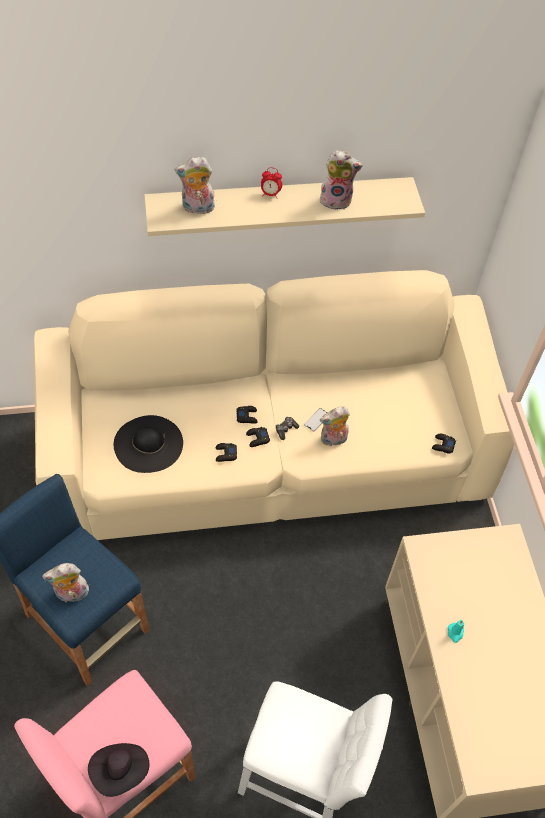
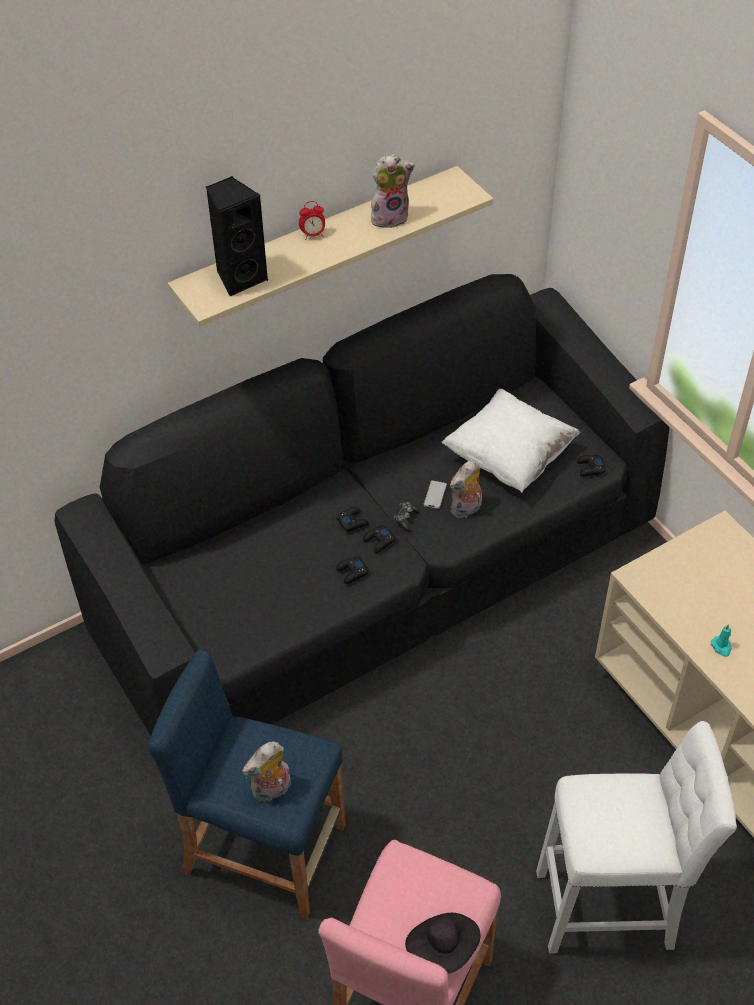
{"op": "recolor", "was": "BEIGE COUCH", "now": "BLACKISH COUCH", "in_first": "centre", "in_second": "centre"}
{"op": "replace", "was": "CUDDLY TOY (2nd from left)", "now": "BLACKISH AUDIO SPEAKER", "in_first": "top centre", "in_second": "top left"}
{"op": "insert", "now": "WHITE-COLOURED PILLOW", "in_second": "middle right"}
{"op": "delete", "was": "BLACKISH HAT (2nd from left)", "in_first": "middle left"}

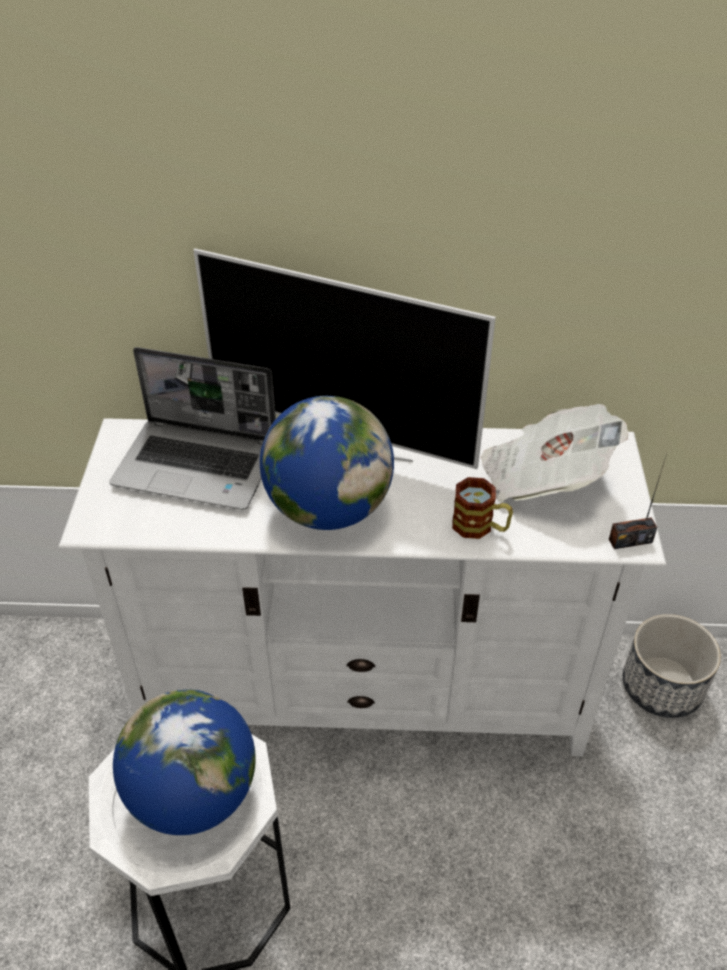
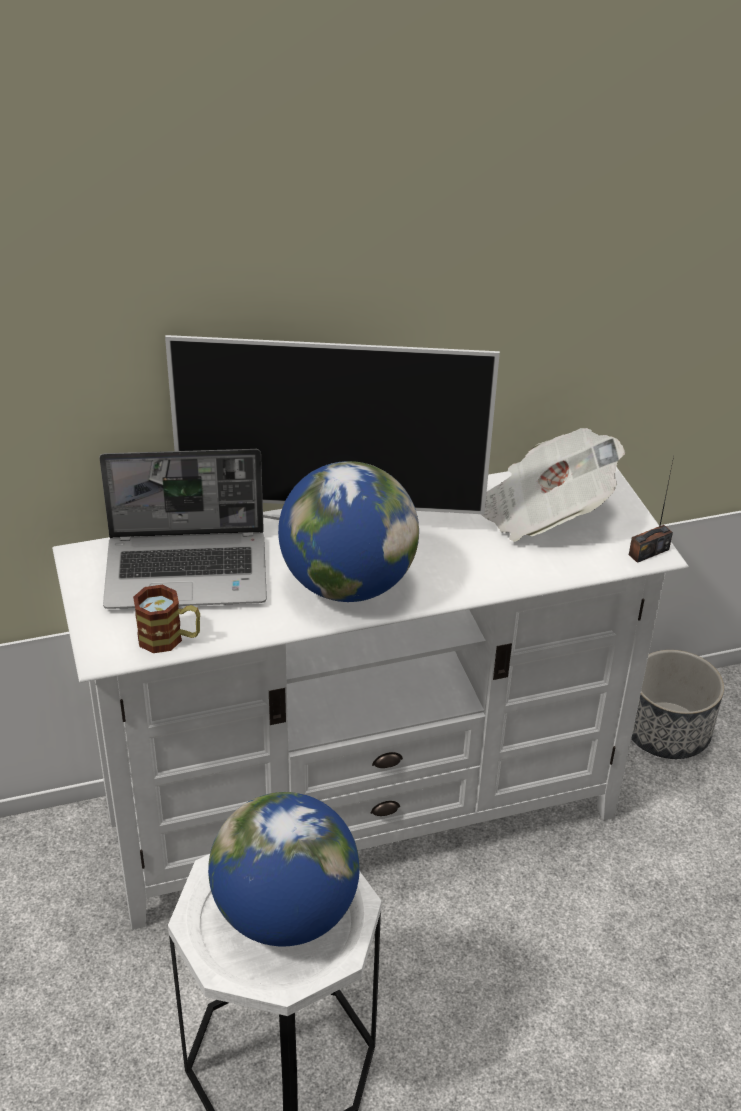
{"op": "move", "was": "COFFEE MUG", "in_first": "centre", "in_second": "middle left"}

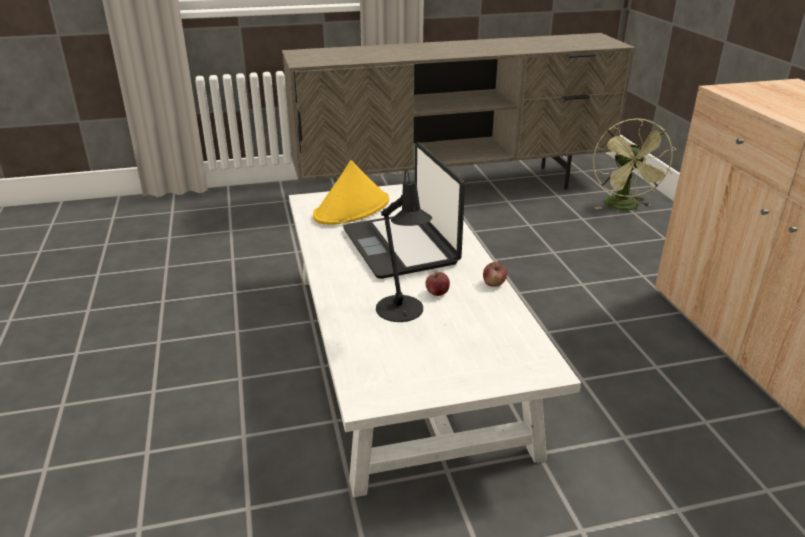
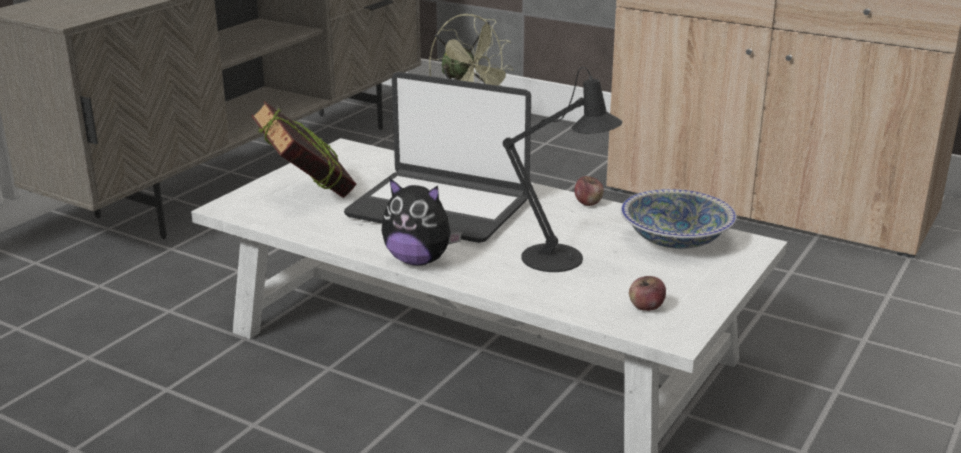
{"op": "replace", "was": "YELLOW HAT", "now": "VOLUME", "in_first": "centre", "in_second": "top left"}
{"op": "insert", "now": "CUDDLY TOY", "in_second": "centre"}
{"op": "insert", "now": "BOWL", "in_second": "middle right"}
{"op": "move", "was": "APPLE FRUIT (1st from left in the first image)", "now": "APPLE FRUIT (2nd from left)", "in_first": "centre", "in_second": "middle right"}

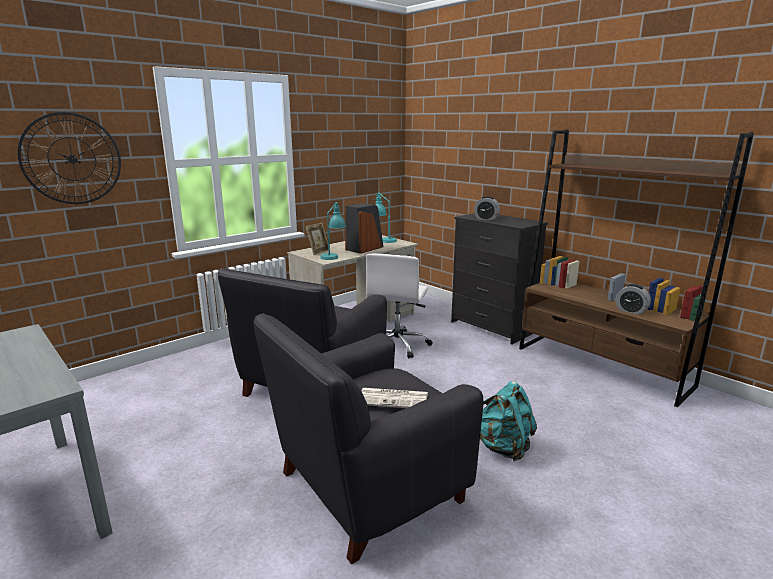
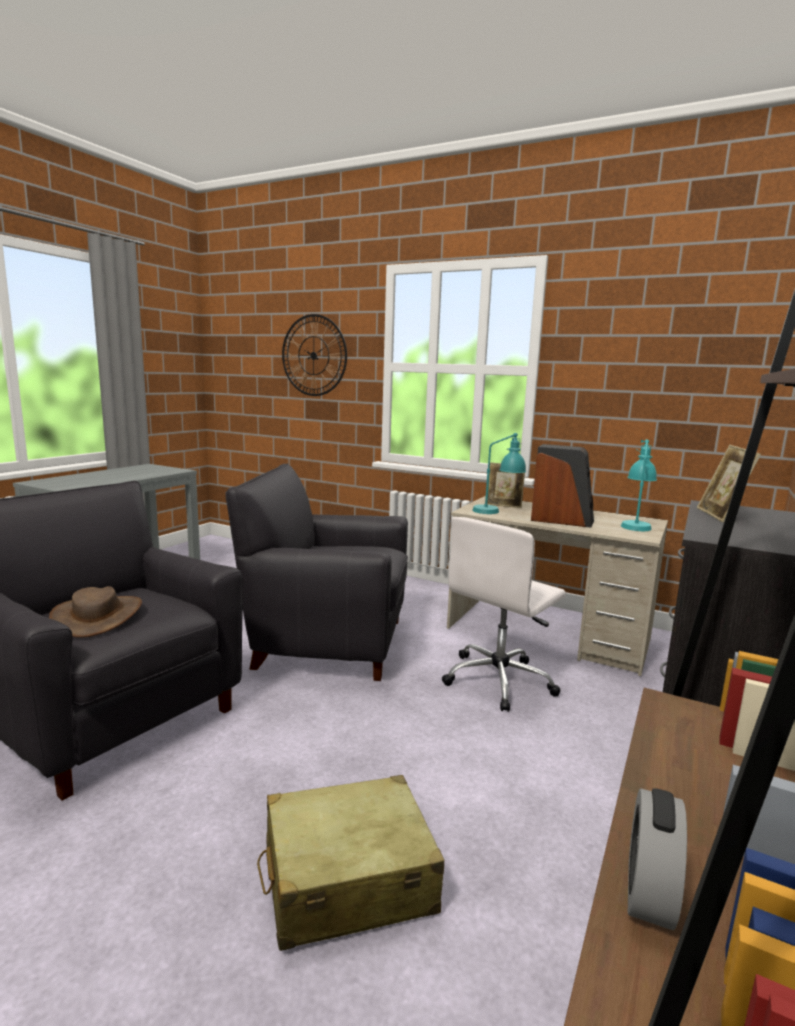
{"op": "replace", "was": "PRINTED PAPER", "now": "BROWNISH HAT", "in_first": "bottom centre", "in_second": "middle left"}
{"op": "insert", "now": "BEIGE TRAVEL CASE", "in_second": "bottom centre"}
{"op": "rotate", "was": "WHITE-COLOURED COMPUTER CHAIR", "in_first": "centre", "in_second": "centre", "clockwise": -45}
{"op": "replace", "was": "TABLE CLOCK (1st from left)", "now": "STANDING FRAME (2nd from left)", "in_first": "centre", "in_second": "middle right"}
{"op": "delete", "was": "TURQUOISE RUCKSACK", "in_first": "bottom centre"}

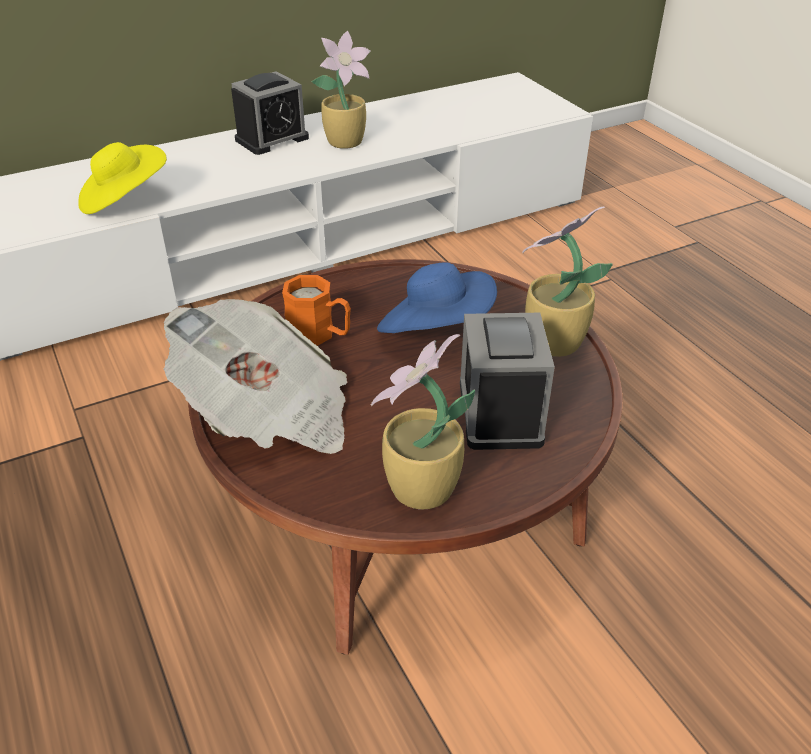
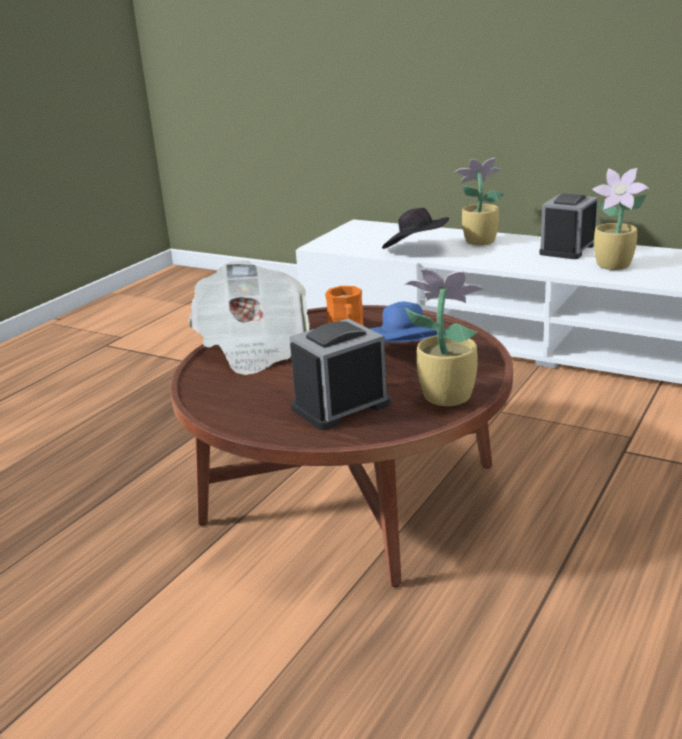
{"op": "recolor", "was": "YELLOW HAT", "now": "BLACKISH HAT", "in_first": "top left", "in_second": "top centre"}
{"op": "move", "was": "POTTED PLANT (2nd from left)", "in_first": "centre", "in_second": "top right"}
{"op": "rotate", "was": "TABLE CLOCK (1st from left in the first image)", "in_first": "top left", "in_second": "top right", "clockwise": 105}

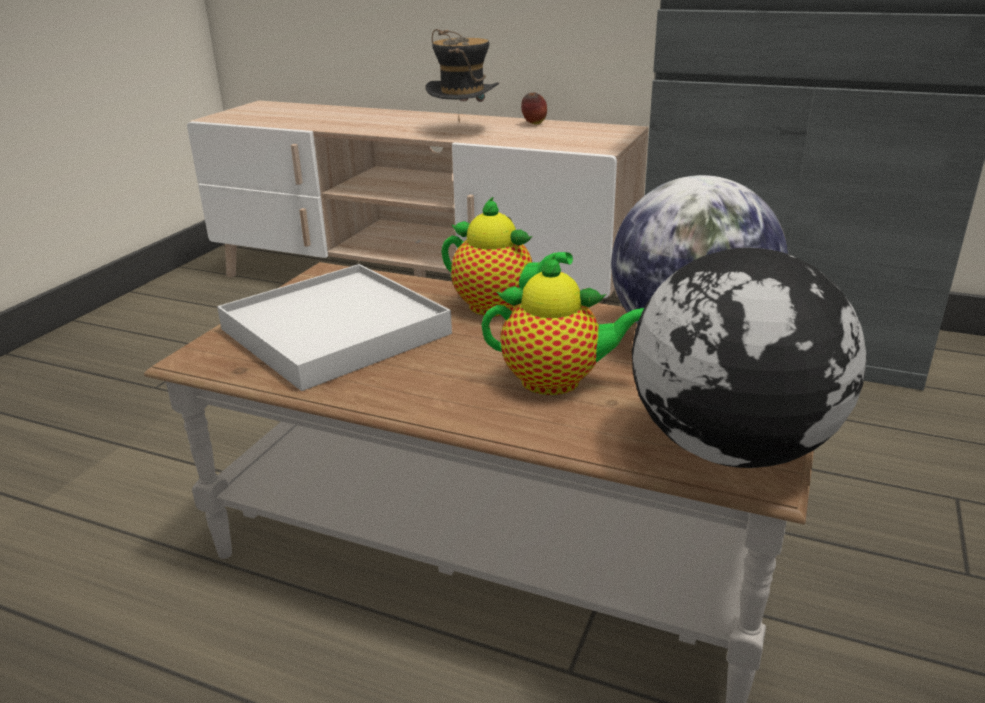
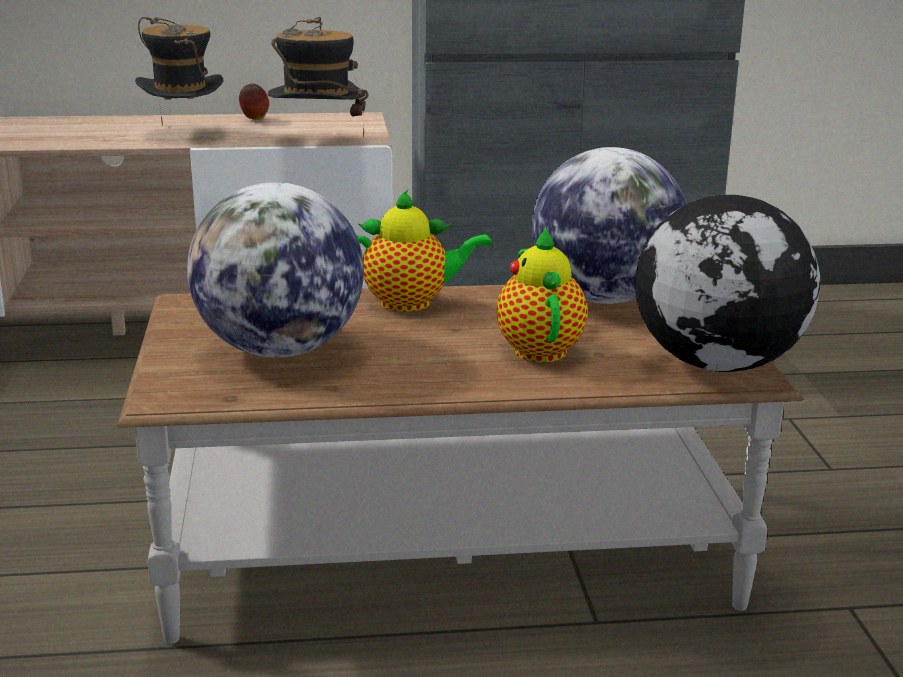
{"op": "replace", "was": "WHITE-COLOURED SERVING TRAY", "now": "WORLD GLOBE (1st from left)", "in_first": "centre", "in_second": "middle left"}
{"op": "insert", "now": "HAT (2nd from left)", "in_second": "top centre"}
{"op": "rotate", "was": "POT FOR TEA (2nd from left)", "in_first": "centre", "in_second": "centre", "clockwise": -75}

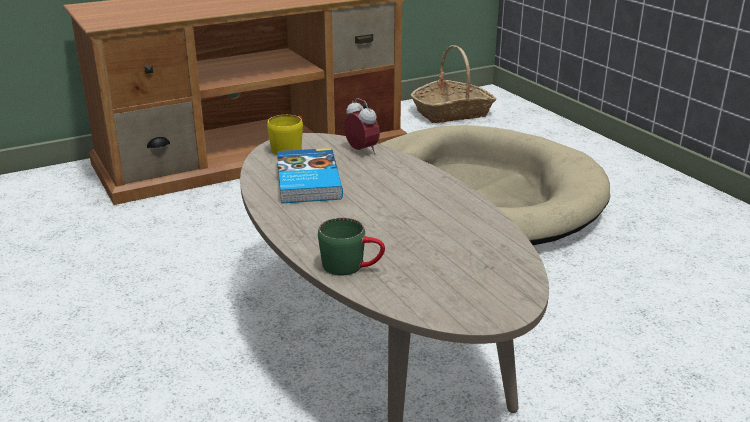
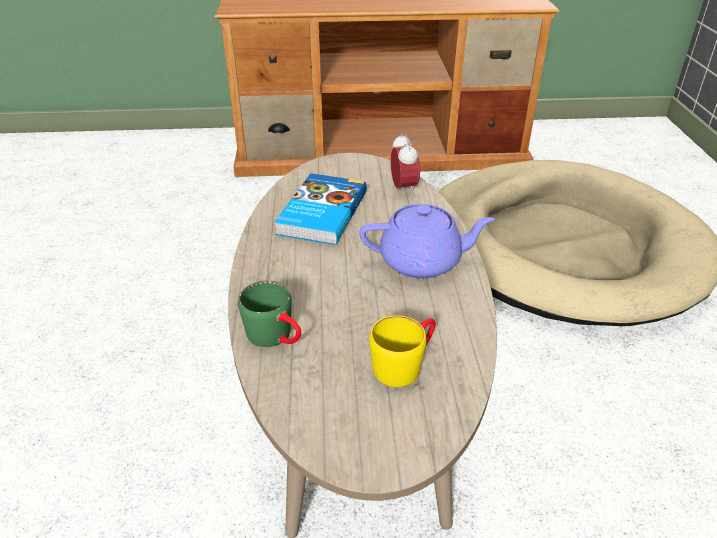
{"op": "insert", "now": "PURPLISH POT FOR TEA", "in_second": "centre"}
{"op": "move", "was": "YELLOW COFFEE MUG", "in_first": "top centre", "in_second": "centre"}
{"op": "delete", "was": "HOUSEHOLD BASKET", "in_first": "top centre"}

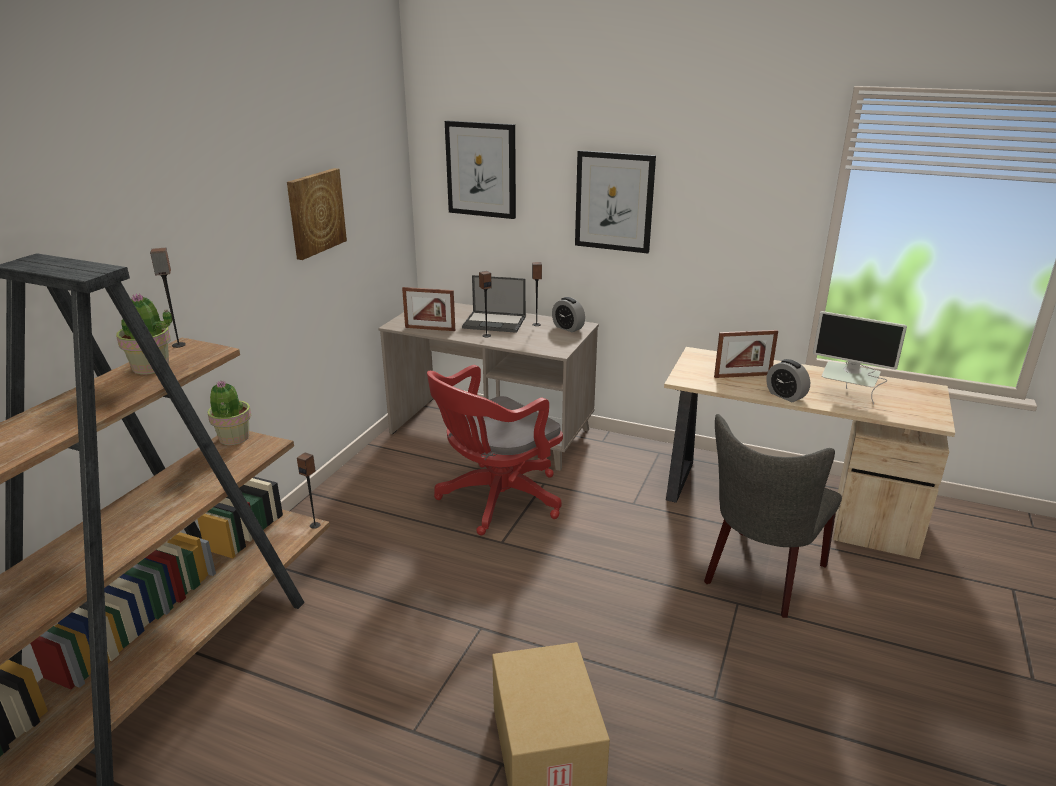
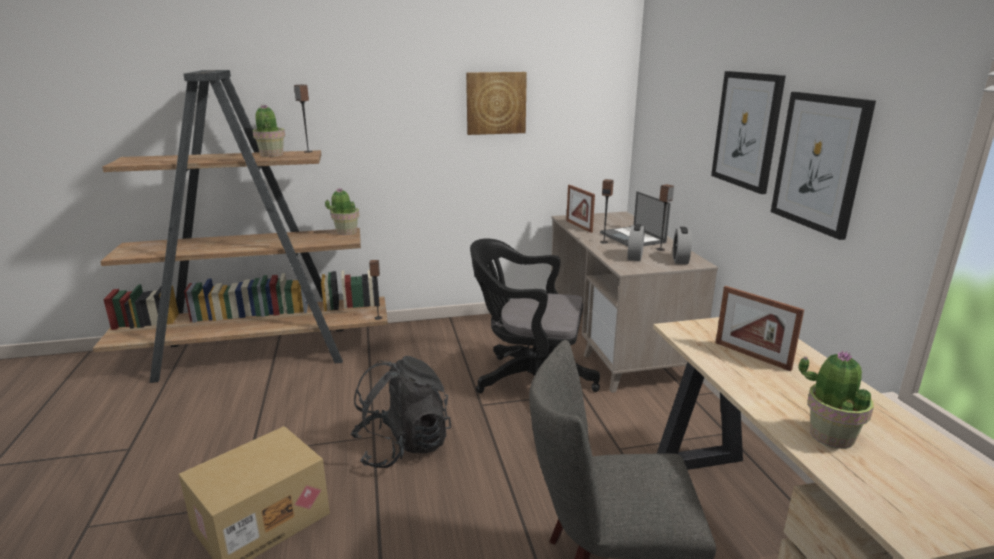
{"op": "insert", "now": "BLACKISH RUCKSACK", "in_second": "bottom centre"}
{"op": "recolor", "was": "RED-COLOURED COMPUTER CHAIR", "now": "BLACKISH COMPUTER CHAIR", "in_first": "centre", "in_second": "centre"}
{"op": "move", "was": "TABLE CLOCK (2nd from left in the first image)", "now": "TABLE CLOCK (1st from left)", "in_first": "middle right", "in_second": "centre"}
{"op": "move", "was": "WALL ART (2nd from left in the first image)", "now": "WALL ART (3rd from left)", "in_first": "top centre", "in_second": "top right"}
{"op": "replace", "was": "MONITOR", "now": "POTTED PLANT (3rd from left)", "in_first": "middle right", "in_second": "bottom right"}

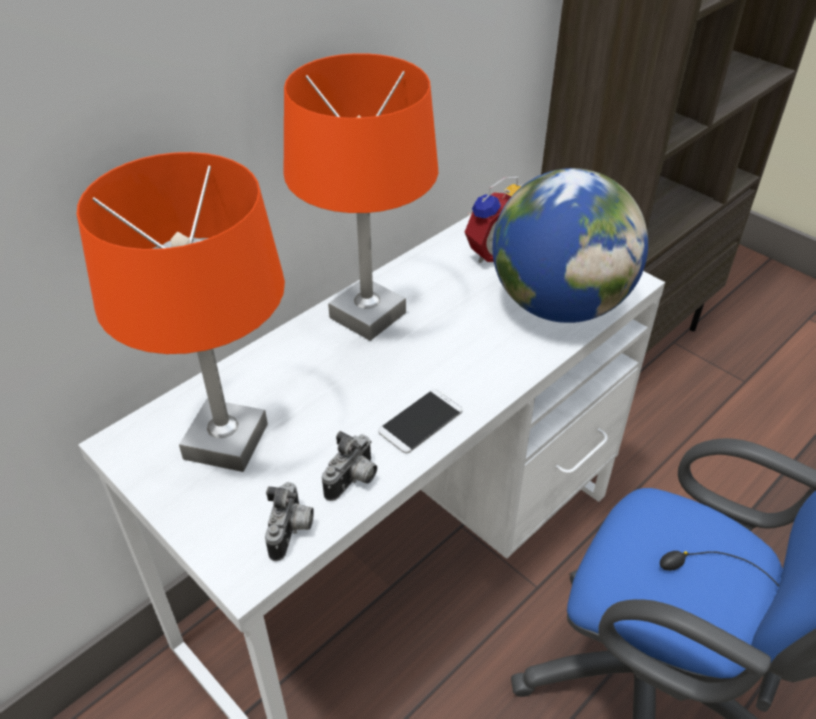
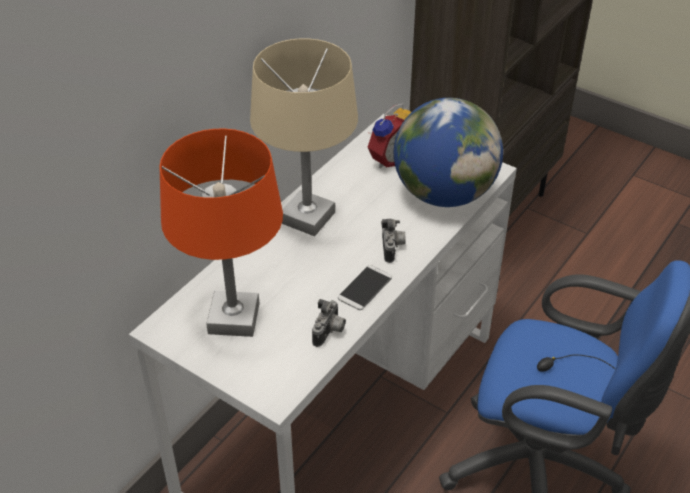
{"op": "recolor", "was": "ORANGE TABLE LAMP (2nd from left)", "now": "BEIGE TABLE LAMP", "in_first": "top centre", "in_second": "top centre"}
{"op": "move", "was": "STILL CAMERA (1st from left in the first image)", "now": "STILL CAMERA (2nd from left)", "in_first": "bottom centre", "in_second": "centre"}

